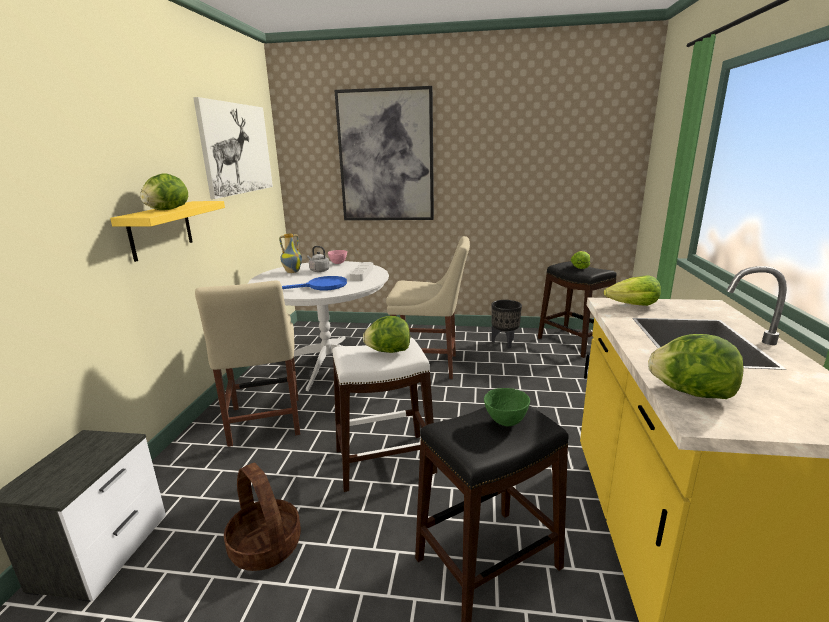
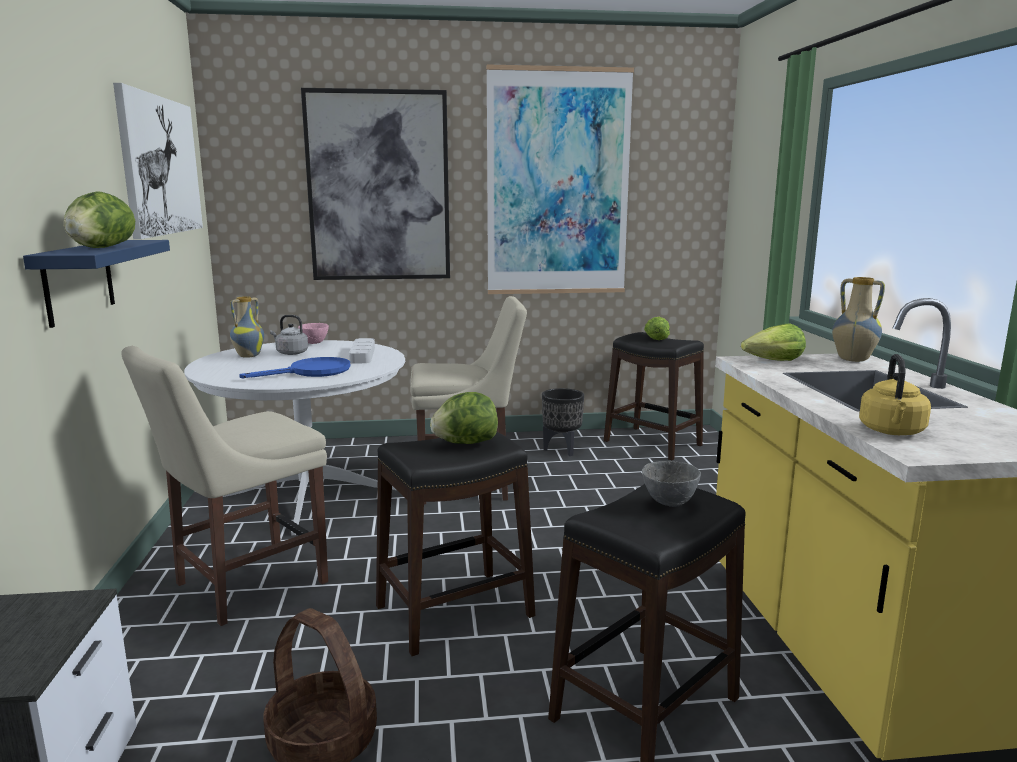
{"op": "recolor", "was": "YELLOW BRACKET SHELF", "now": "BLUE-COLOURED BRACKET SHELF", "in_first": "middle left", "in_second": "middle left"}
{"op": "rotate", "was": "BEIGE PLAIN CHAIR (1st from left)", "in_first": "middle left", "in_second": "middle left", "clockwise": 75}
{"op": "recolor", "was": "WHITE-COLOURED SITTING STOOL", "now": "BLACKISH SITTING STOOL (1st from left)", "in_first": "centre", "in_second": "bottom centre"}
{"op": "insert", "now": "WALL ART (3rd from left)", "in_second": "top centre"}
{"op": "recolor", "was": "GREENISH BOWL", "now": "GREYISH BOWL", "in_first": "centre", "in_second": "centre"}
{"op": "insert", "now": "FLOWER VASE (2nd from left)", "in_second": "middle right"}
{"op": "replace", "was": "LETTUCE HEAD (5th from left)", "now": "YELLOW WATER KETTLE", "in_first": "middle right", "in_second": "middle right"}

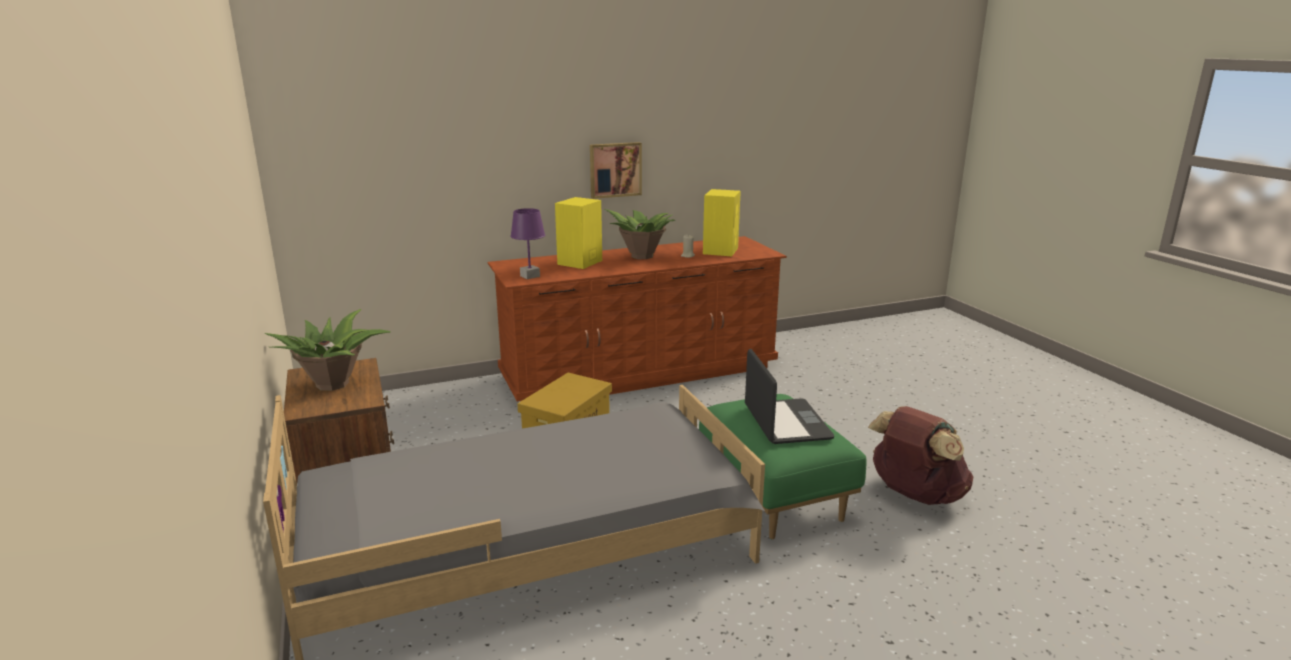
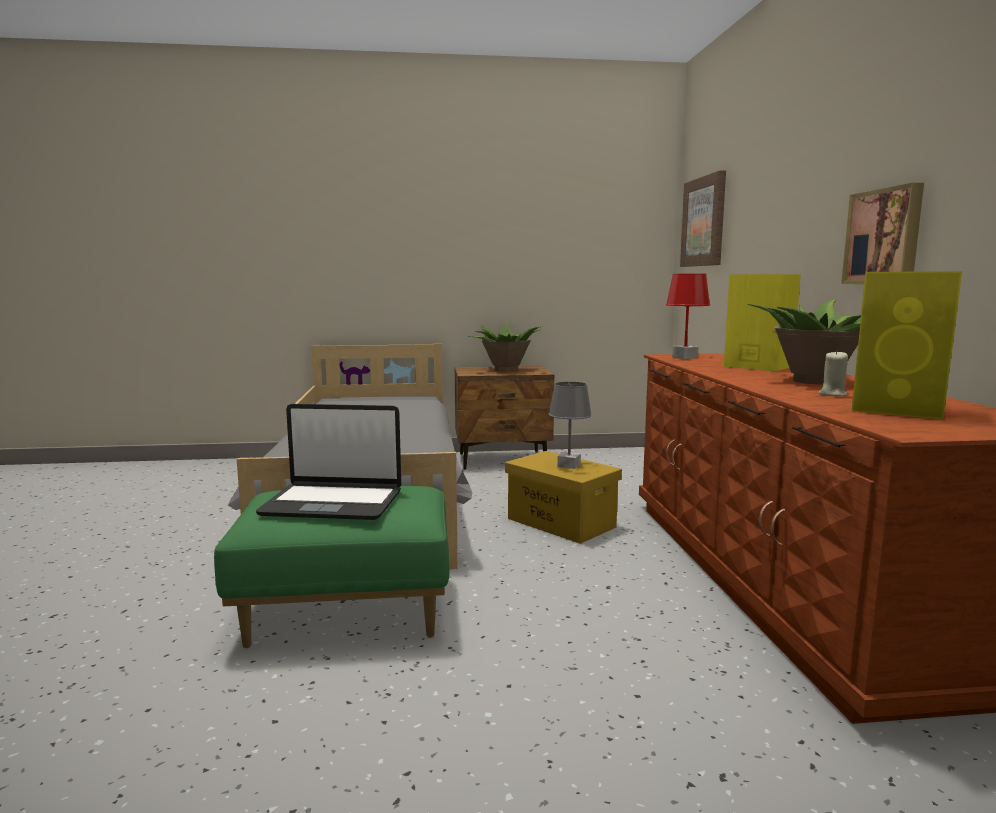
{"op": "insert", "now": "GREYISH TABLE LAMP", "in_second": "centre"}
{"op": "recolor", "was": "PURPLISH TABLE LAMP", "now": "RED-COLOURED TABLE LAMP", "in_first": "centre", "in_second": "middle right"}
{"op": "insert", "now": "WALL ART (1st from left)", "in_second": "top right"}
{"op": "delete", "was": "BROWNISH RUCKSACK", "in_first": "bottom right"}

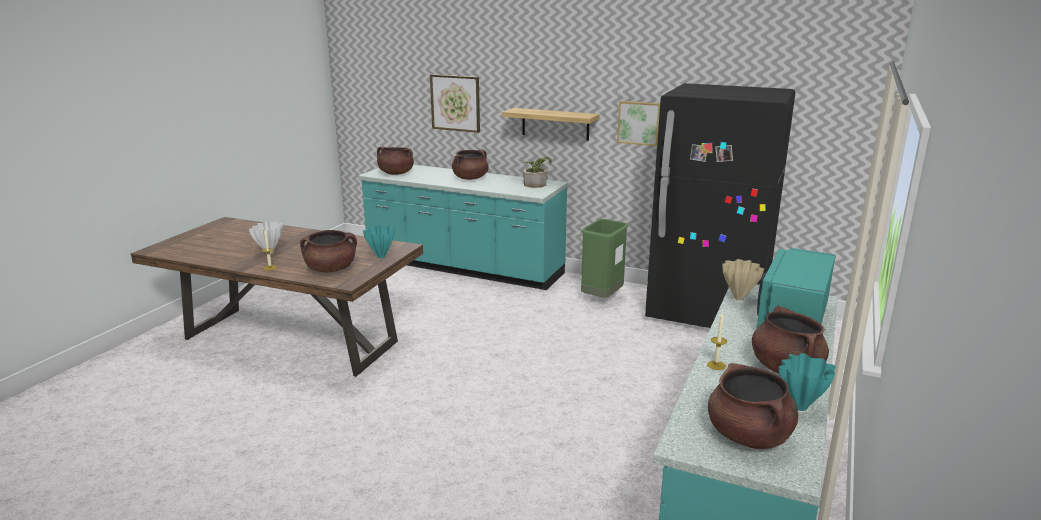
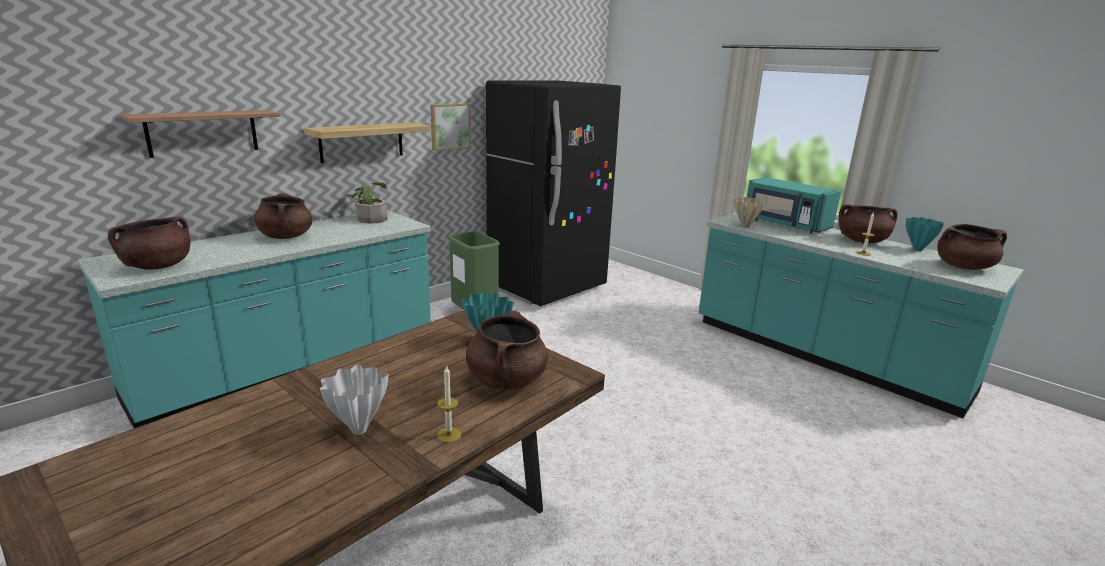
{"op": "replace", "was": "WALL ART (1st from left)", "now": "BRACKET SHELF (1st from left)", "in_first": "top centre", "in_second": "top left"}

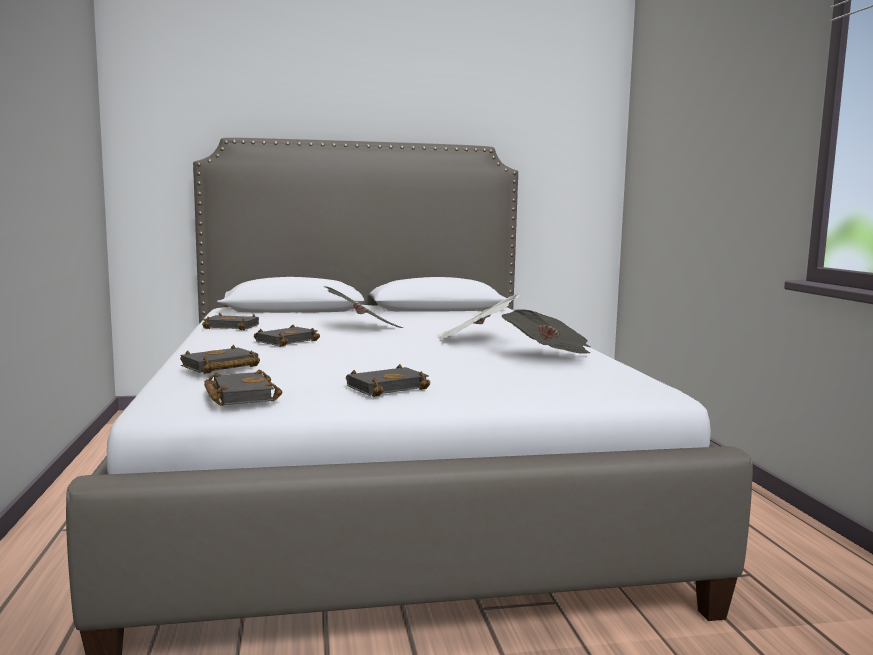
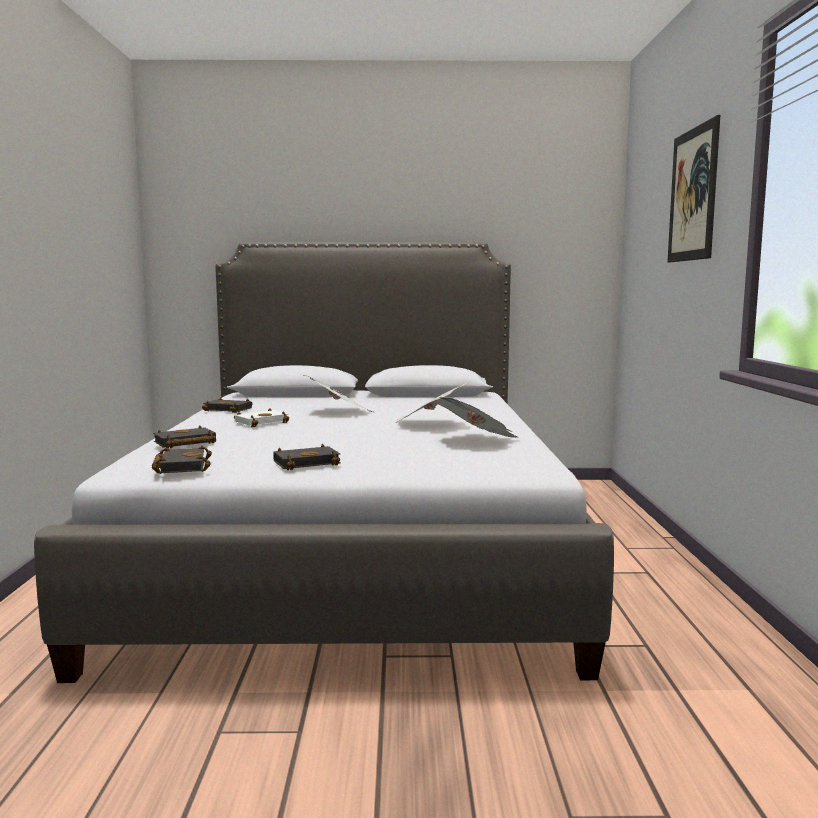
{"op": "recolor", "was": "BLACKISH VOLUME (4th from left)", "now": "WHITE-COLOURED VOLUME", "in_first": "middle left", "in_second": "middle left"}
{"op": "insert", "now": "WALL ART", "in_second": "top right"}

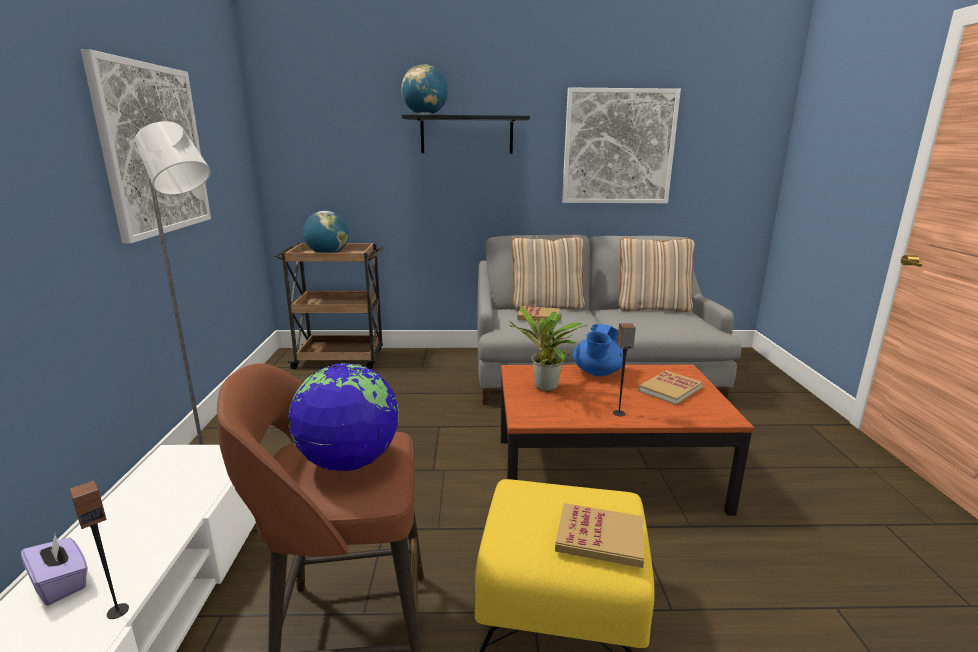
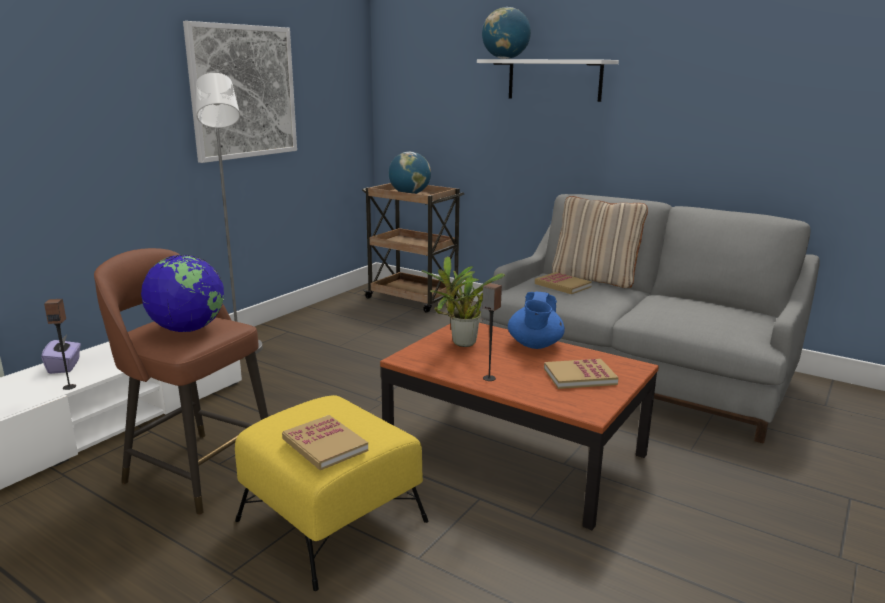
{"op": "recolor", "was": "BLACKISH BRACKET SHELF", "now": "WHITE-COLOURED BRACKET SHELF", "in_first": "top centre", "in_second": "top centre"}
{"op": "rotate", "was": "BLUE-COLOURED POT FOR TEA", "in_first": "centre", "in_second": "centre", "clockwise": -45}
{"op": "delete", "was": "WALL ART (2nd from left)", "in_first": "top centre"}
{"op": "delete", "was": "BEIGE PILLOW (2nd from left)", "in_first": "middle right"}

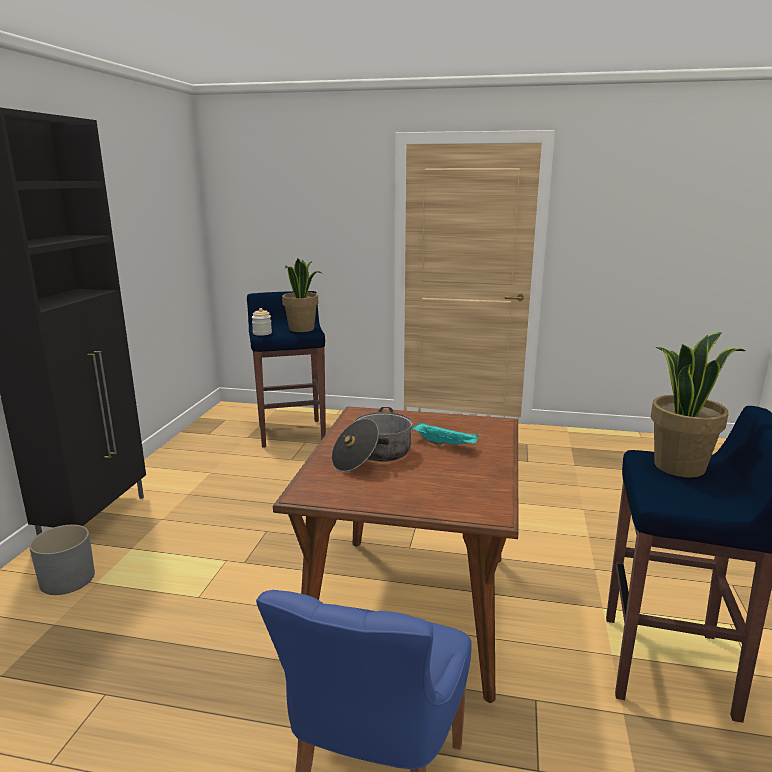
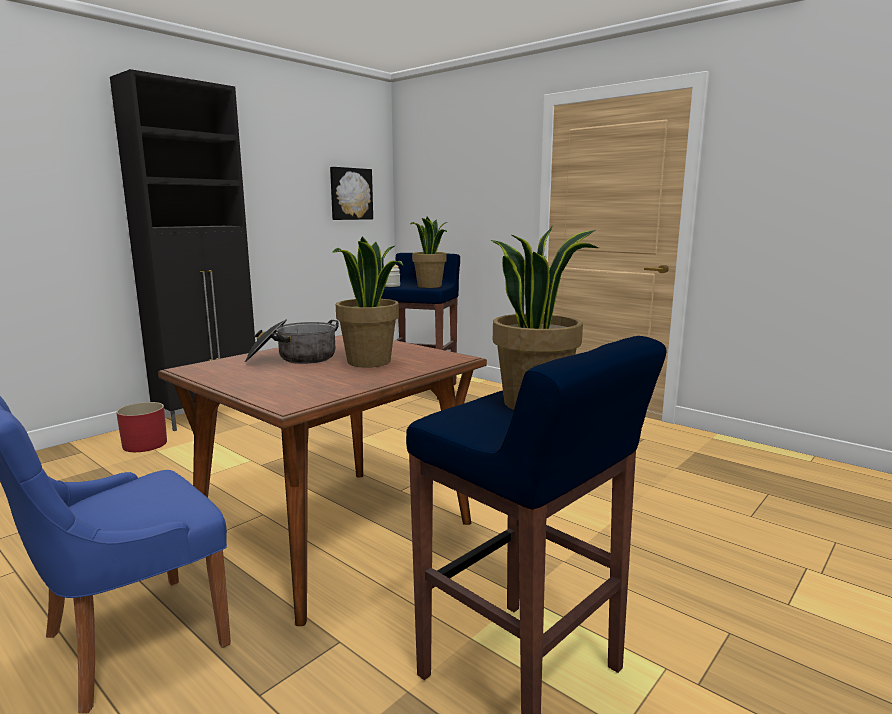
{"op": "recolor", "was": "GREYISH FLOWER POT", "now": "RED-COLOURED FLOWER POT", "in_first": "bottom left", "in_second": "middle left"}
{"op": "insert", "now": "WALL ART", "in_second": "top centre"}
{"op": "replace", "was": "TURQUOISE SERVING TRAY", "now": "POTTED PLANT (1st from left)", "in_first": "centre", "in_second": "centre"}

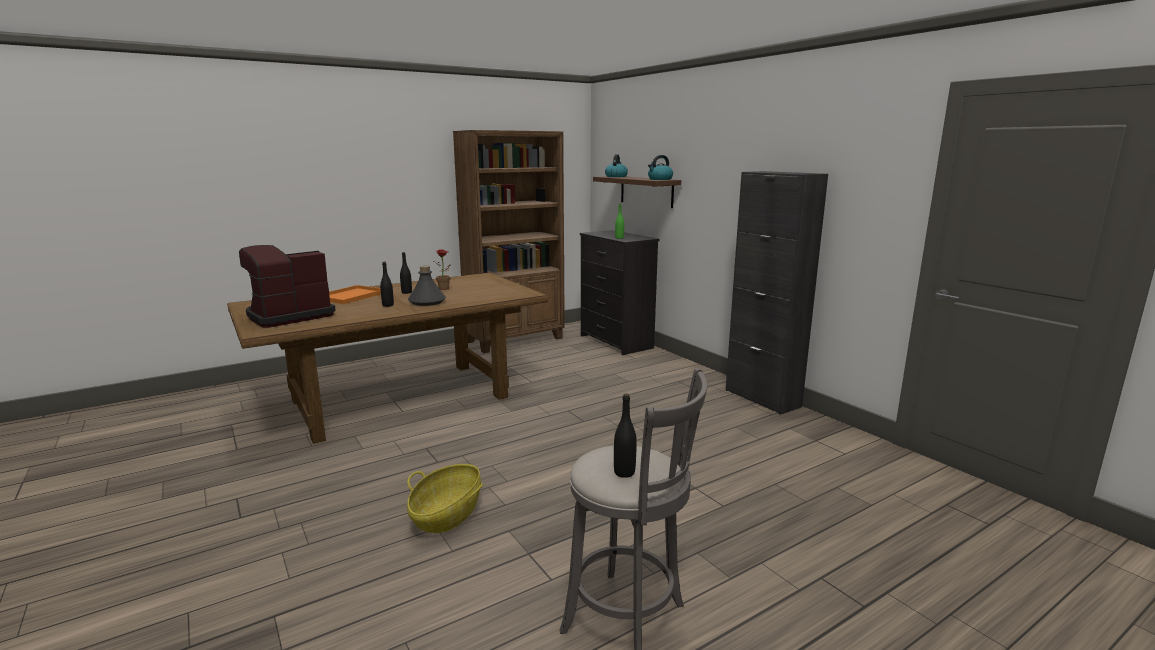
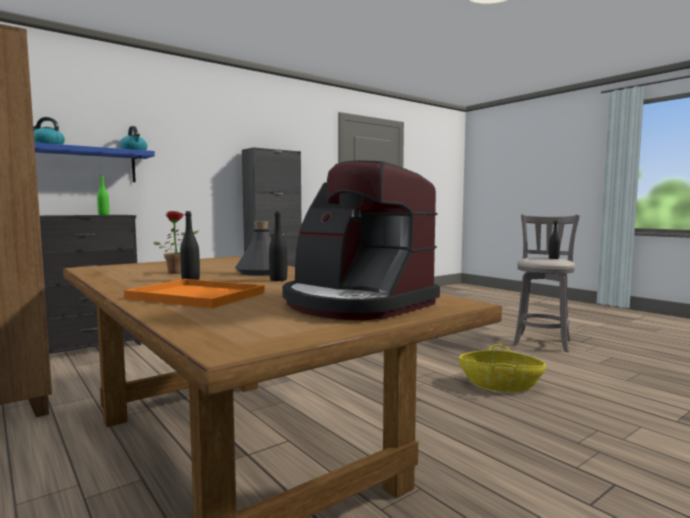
{"op": "recolor", "was": "BROWNISH BRACKET SHELF", "now": "BLUE-COLOURED BRACKET SHELF", "in_first": "top centre", "in_second": "top left"}

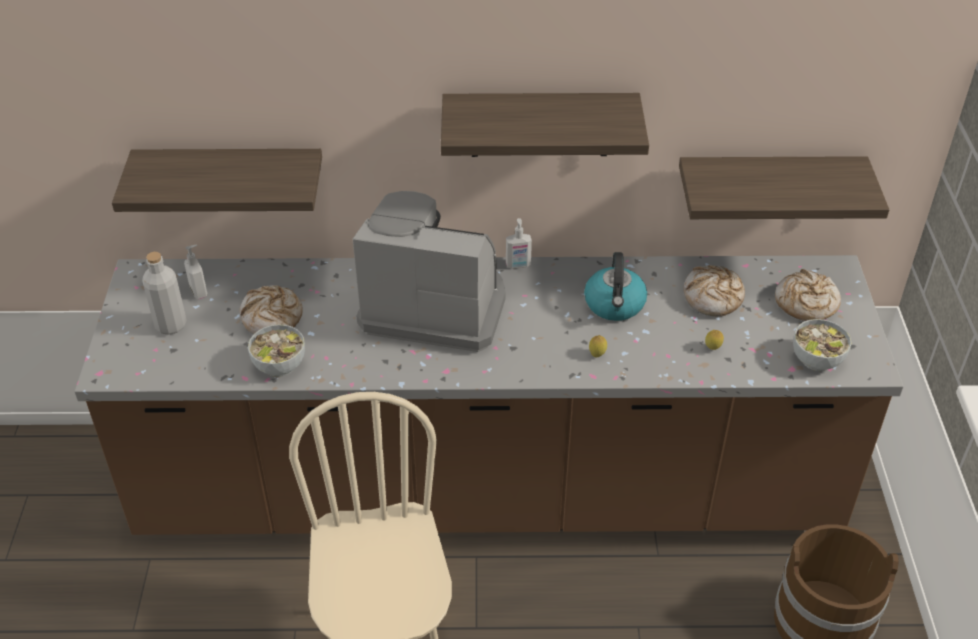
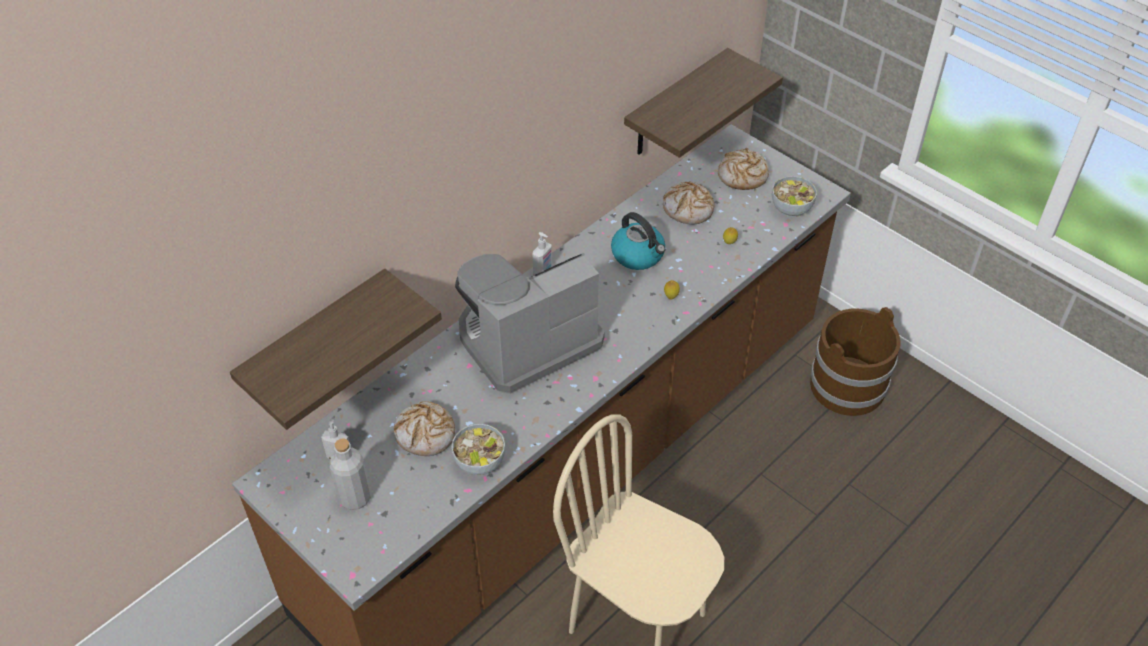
{"op": "delete", "was": "BRACKET SHELF (2nd from left)", "in_first": "top centre"}

